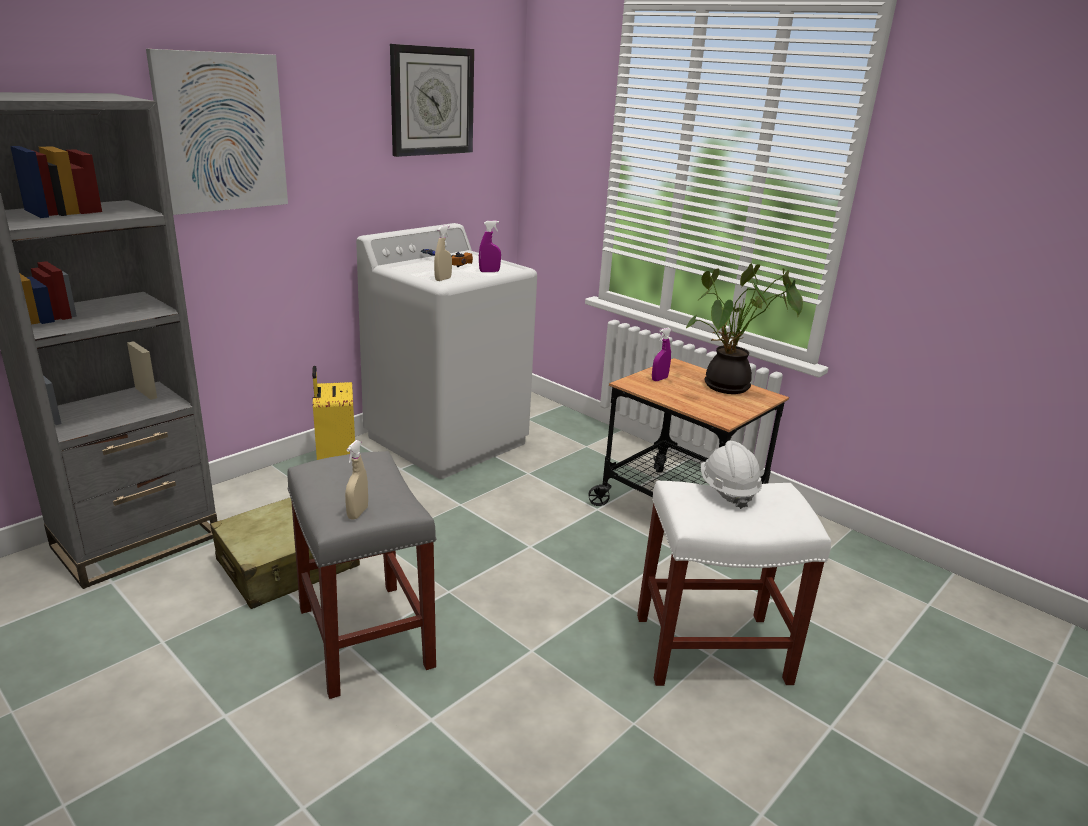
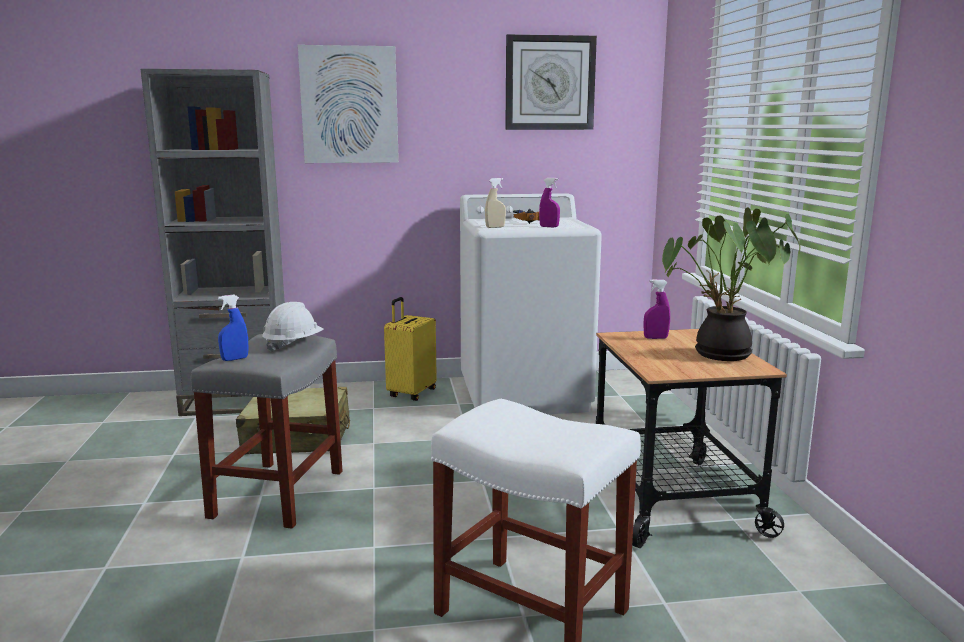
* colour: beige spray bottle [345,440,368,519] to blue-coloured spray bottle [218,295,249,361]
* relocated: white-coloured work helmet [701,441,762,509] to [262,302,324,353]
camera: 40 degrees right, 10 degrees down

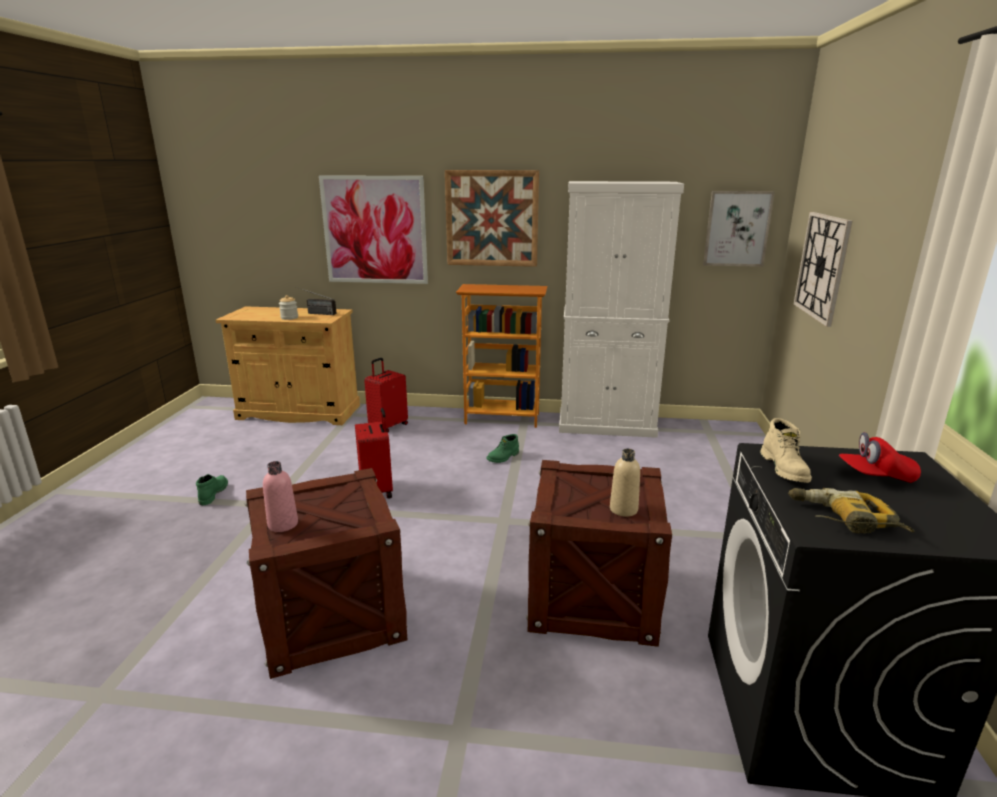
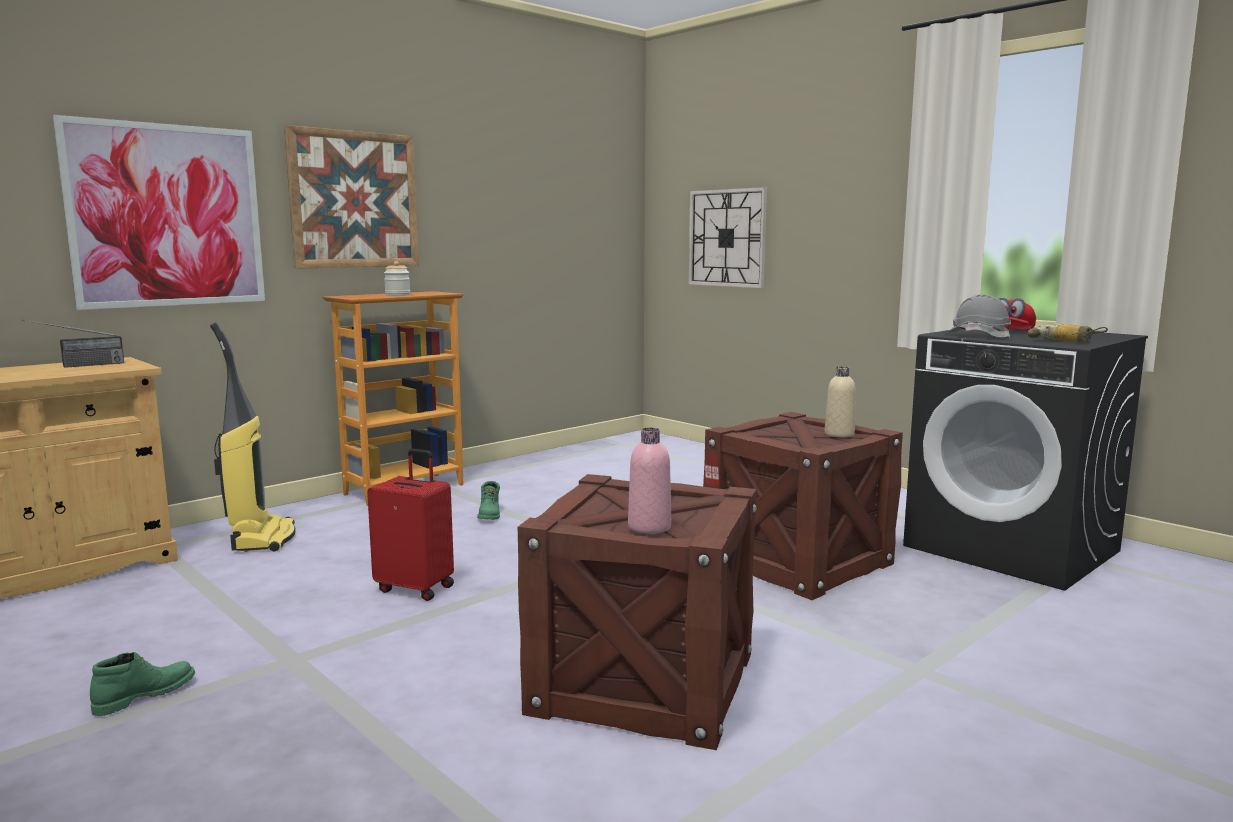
* spun: green high-top boot [196,474,228,505] = [90,652,195,716] 90 degrees clockwise
* relocated: preserve jar [279,295,298,320] to [384,261,410,296]
* exchanged: red-coloured piece of luggage [364,358,408,432] to hoover [210,322,296,552]
* missing: white-coloured cabinet [559,181,684,438]
* missing: picture [703,191,775,267]
* exchanged: beige high-top boot [760,418,812,483] to greyish work helmet [945,294,1012,339]
camera: 50 degrees left, 10 degrees down

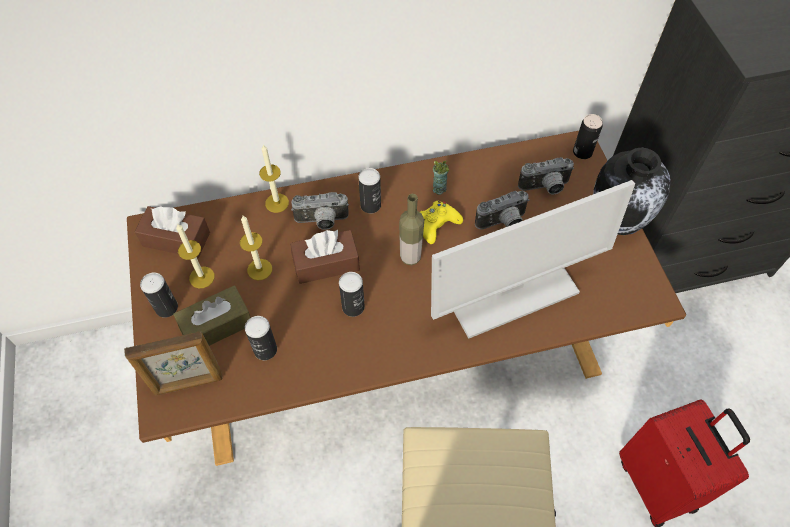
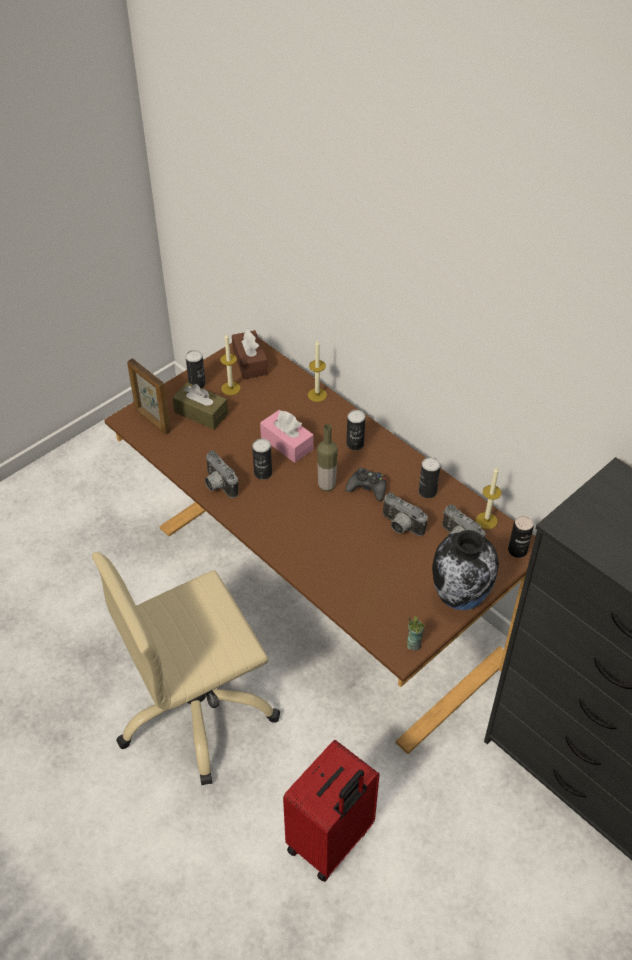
* relocated: wax light [240,216,272,281] to [476,467,502,529]
* relocated: sealed can [245,316,277,360] to [419,457,441,498]
* colour: brownish tissue box [290,230,360,284] to pink-coloured tissue box [260,410,314,463]
* relocated: still camera [291,192,349,230] to [205,451,238,498]
* colour: yellow-coloured gamepad [420,201,463,244] to blackish gamepad [345,467,386,501]
* missing: computer display [431,180,635,339]
* relocated: small cup [433,161,449,195] to [407,616,425,651]
camera: 60 degrees right, 10 degrees down

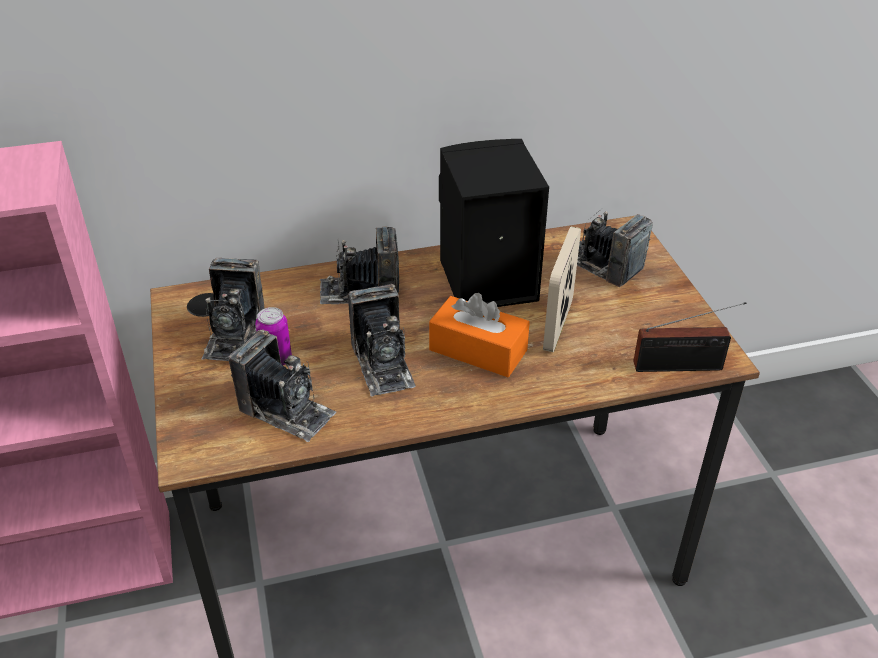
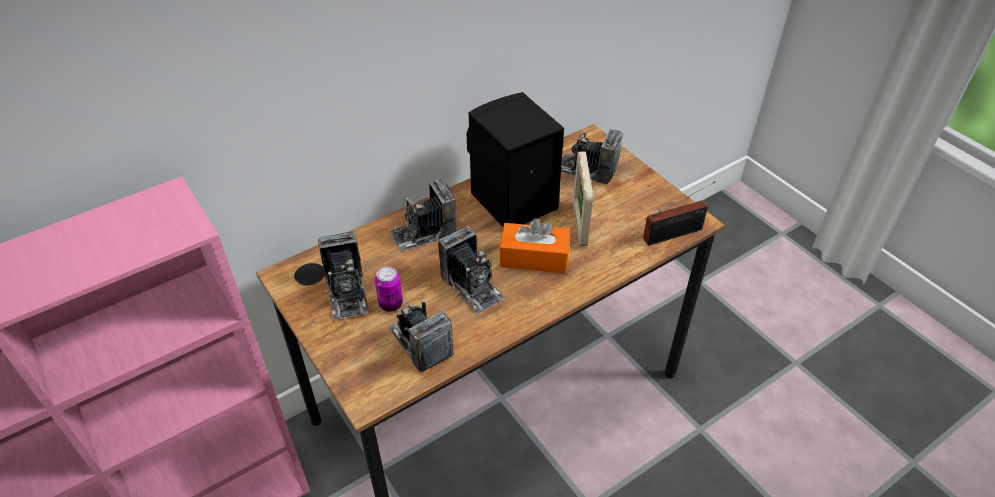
* spun: still camera [228,329,336,442] = [388,296,454,373] 135 degrees counterclockwise
camera: 20 degrees left, 5 degrees up

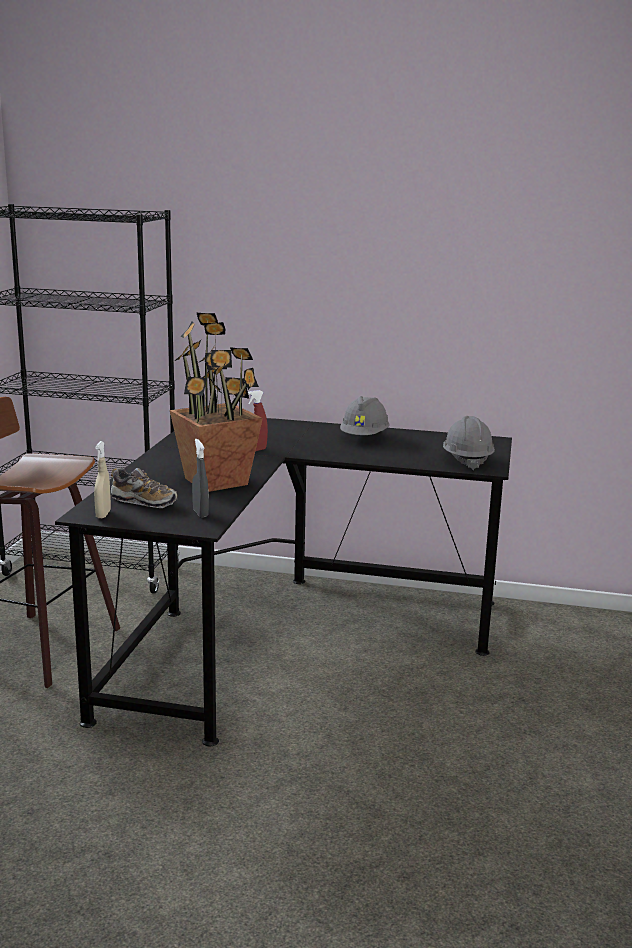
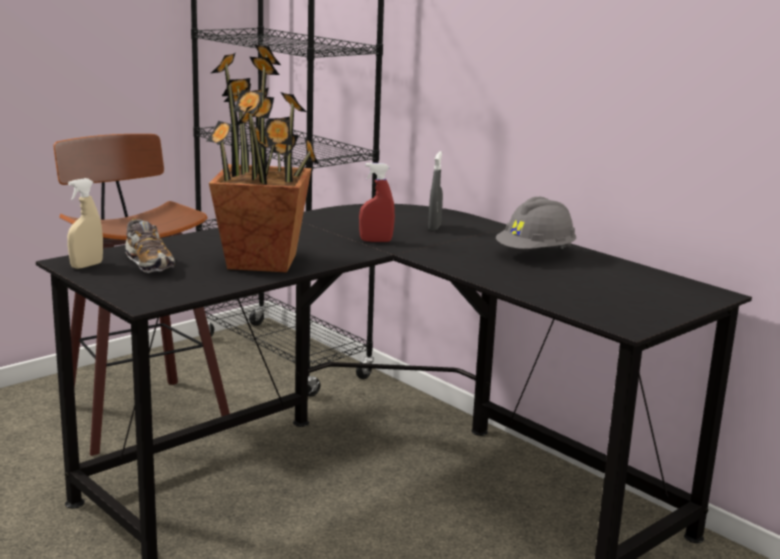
* relocated: greyish spray bottle [192,439,209,518] to [428,151,443,231]
* missing: greyish work helmet [443,416,495,470]
camera: 35 degrees right, 0 degrees up

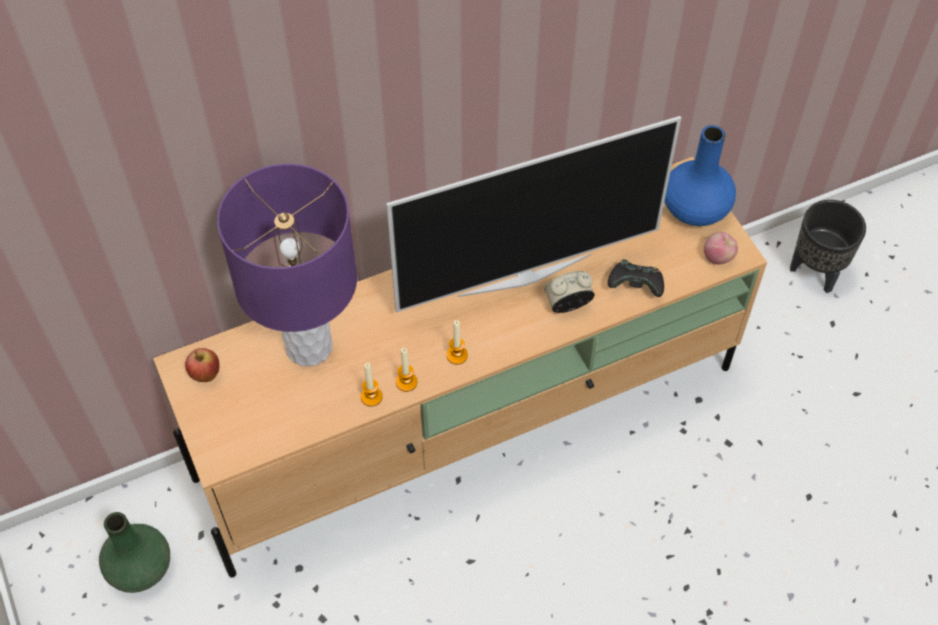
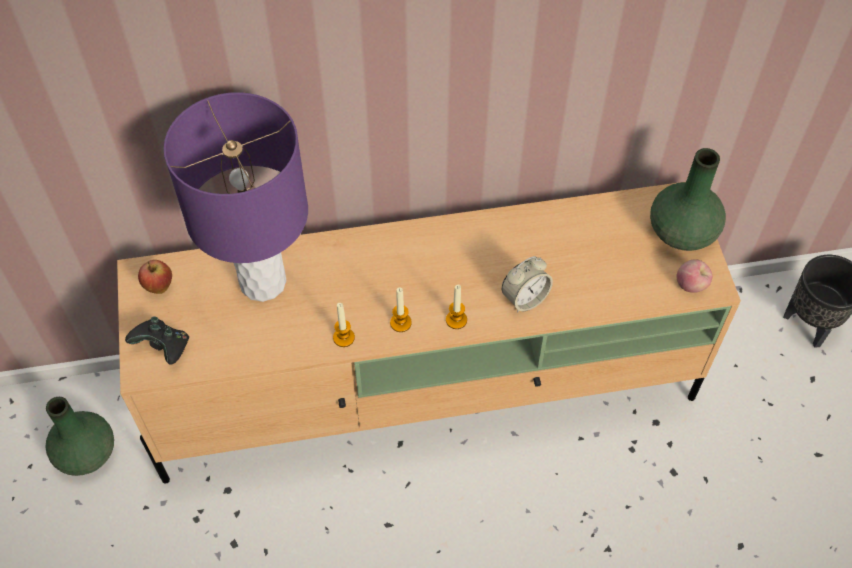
* relocated: wax light [361,363,382,407] to [446,285,467,329]
* missing: TV set [386,116,681,313]
* spun: table clock [544,271,595,313] = [502,256,553,313] 150 degrees clockwise
* relocated: blackish gamepad [608,259,664,297] to [125,317,189,365]
* colour: blue-coloured flower vase [665,125,736,226] to green flower vase [650,148,726,251]
camera: 15 degrees right, 0 degrees up

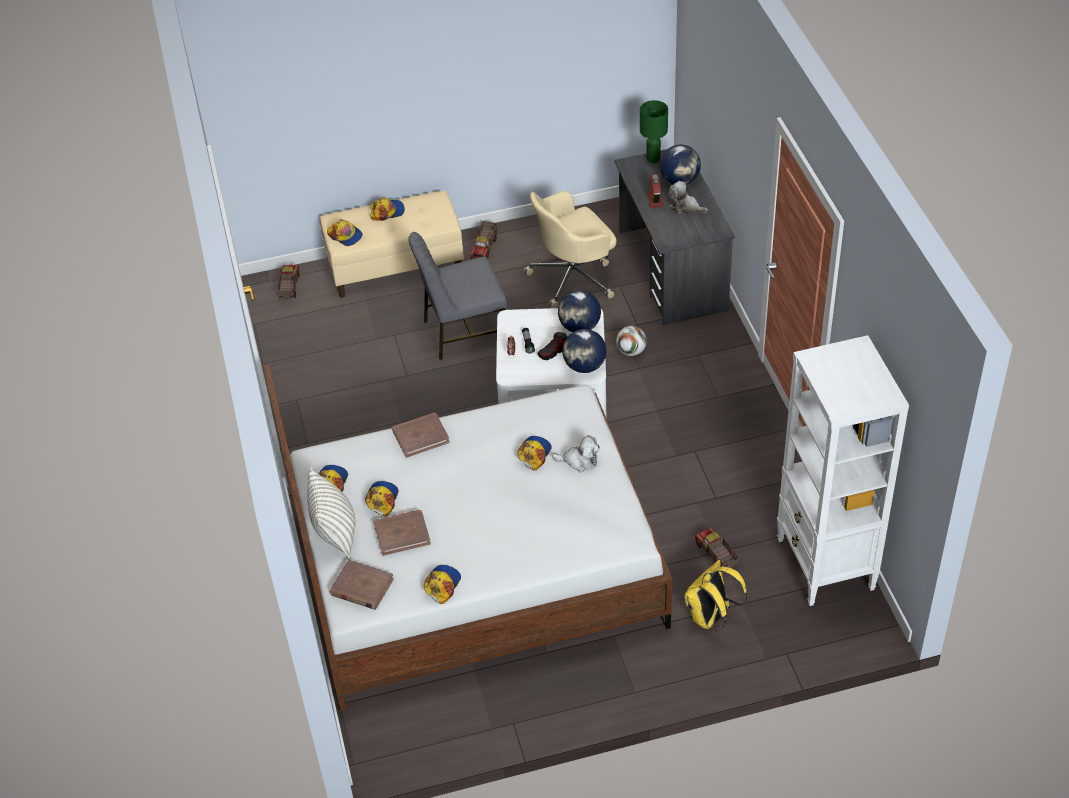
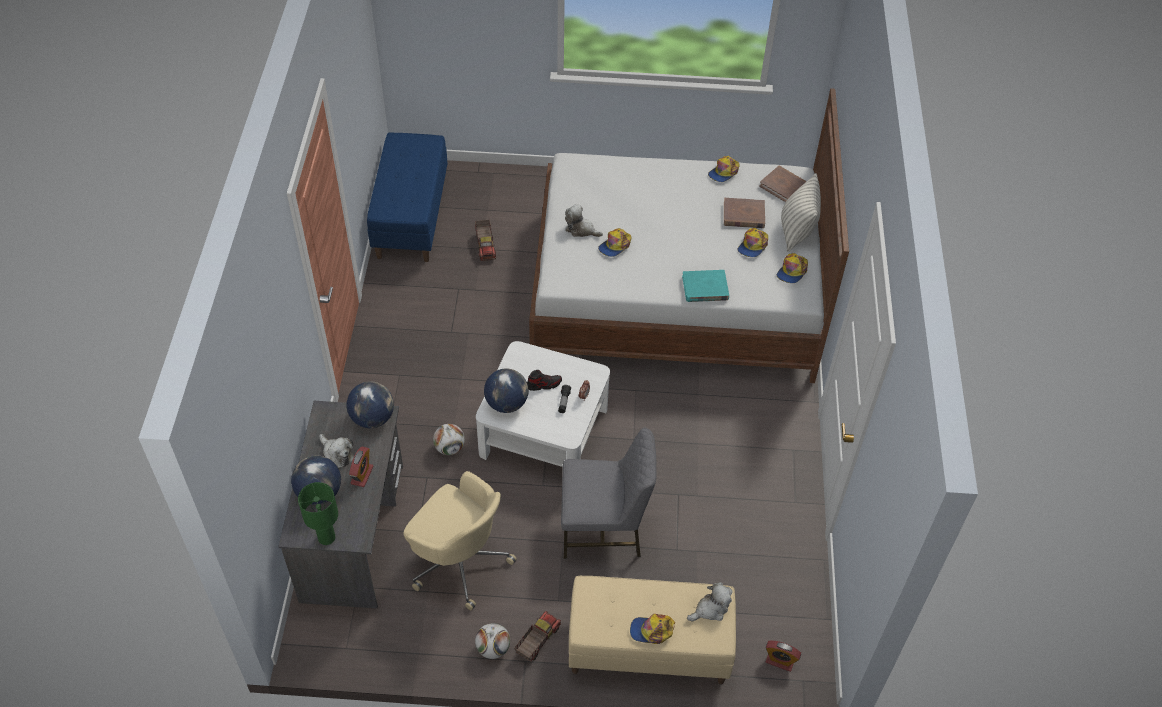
* exchanged: toy truck [277,264,299,298] to table clock [766,641,801,672]
* exchanged: baseball cap [327,219,363,246] to cuddly toy [687,582,733,622]
* colour: brownish book [392,413,450,458] to turquoise-coloured book [682,270,729,302]
* spun: beige office chair [524,191,617,308] = [403,471,517,610] 45 degrees clockwise
* relocated: world globe [562,329,607,373] to [347,381,394,428]
* missing: yellow-coloured rucksack [684,560,747,631]
* exchanged: white-coloured shelving unit [777,335,909,606] to blue-coloured bench [367,132,448,262]
* appeared: football ball [475,623,510,659]
camera: 165 degrees left, 5 degrees up

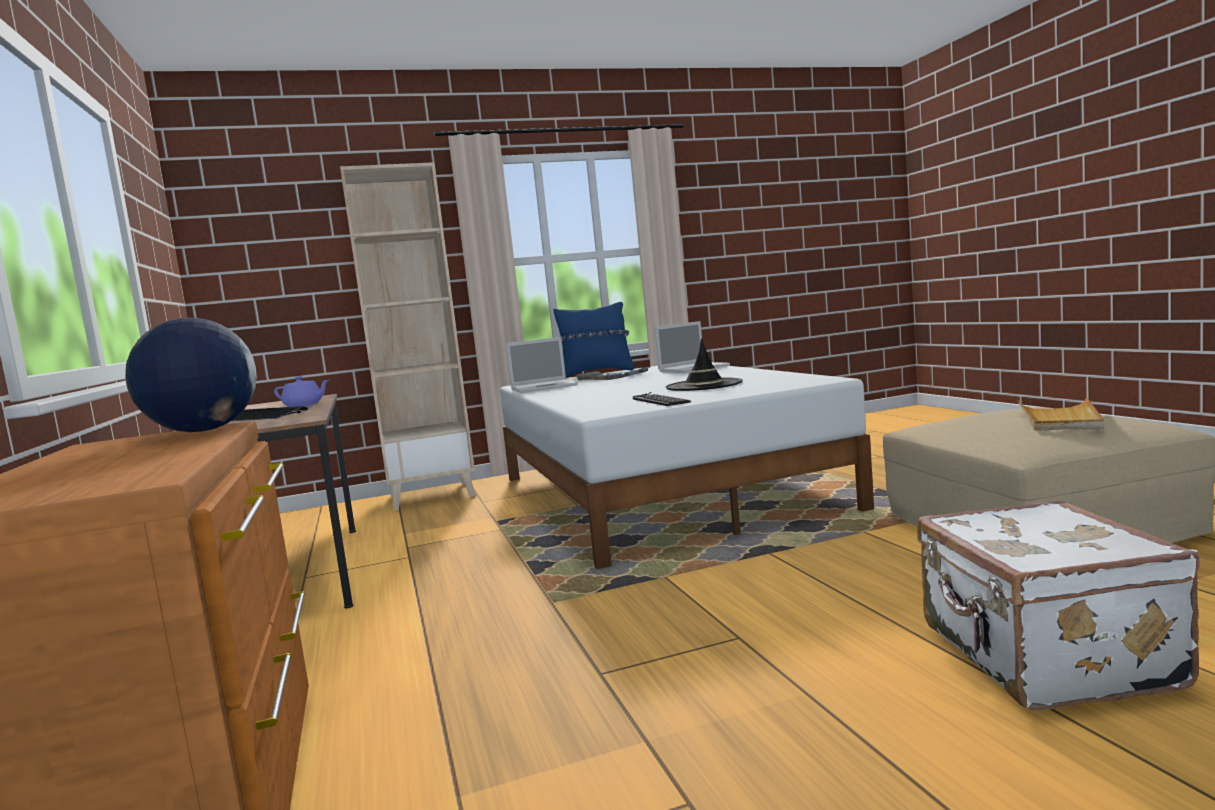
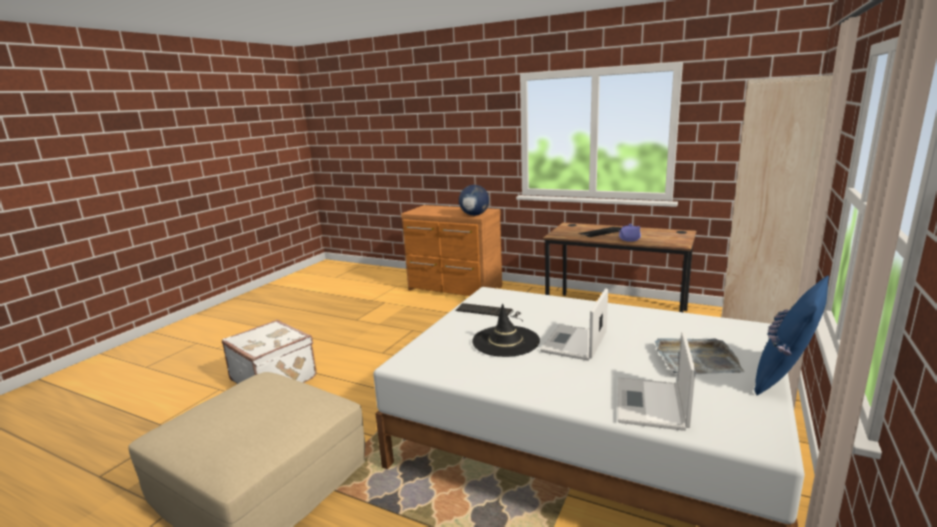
* relocated: notebook computer [506,337,578,393] to [540,288,608,361]
* missing: beige tray [1017,398,1104,431]
camera: 135 degrees right, 10 degrees up

